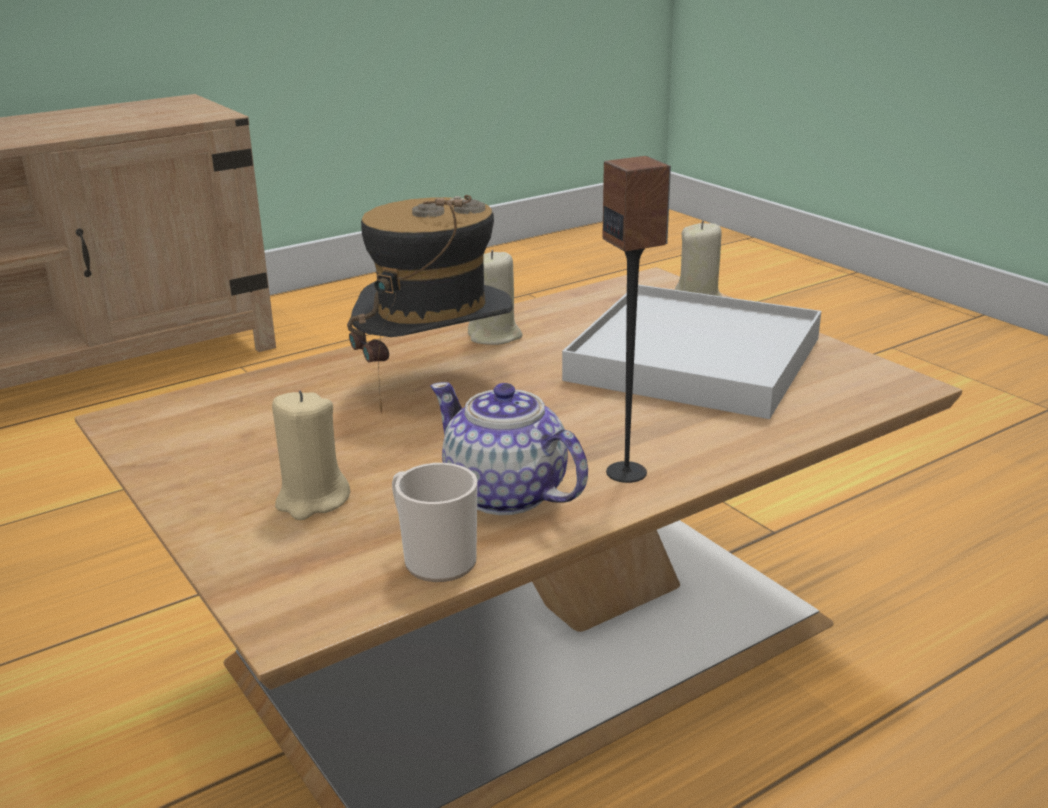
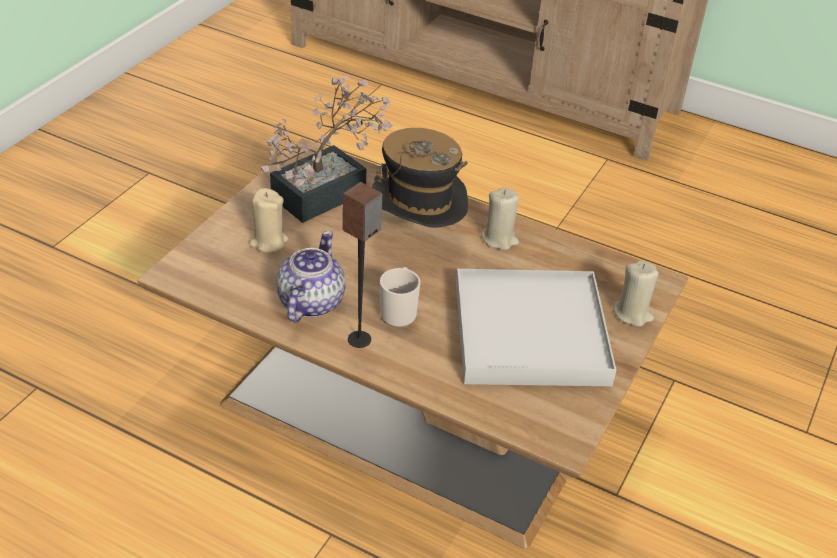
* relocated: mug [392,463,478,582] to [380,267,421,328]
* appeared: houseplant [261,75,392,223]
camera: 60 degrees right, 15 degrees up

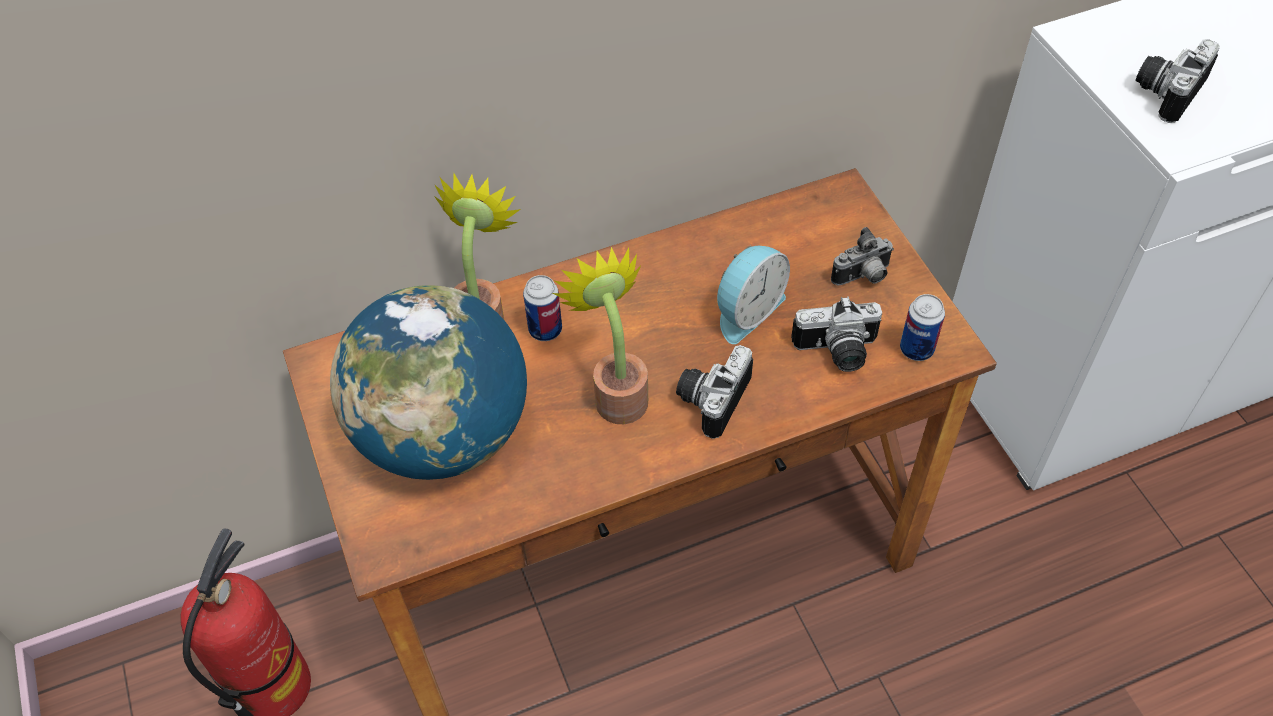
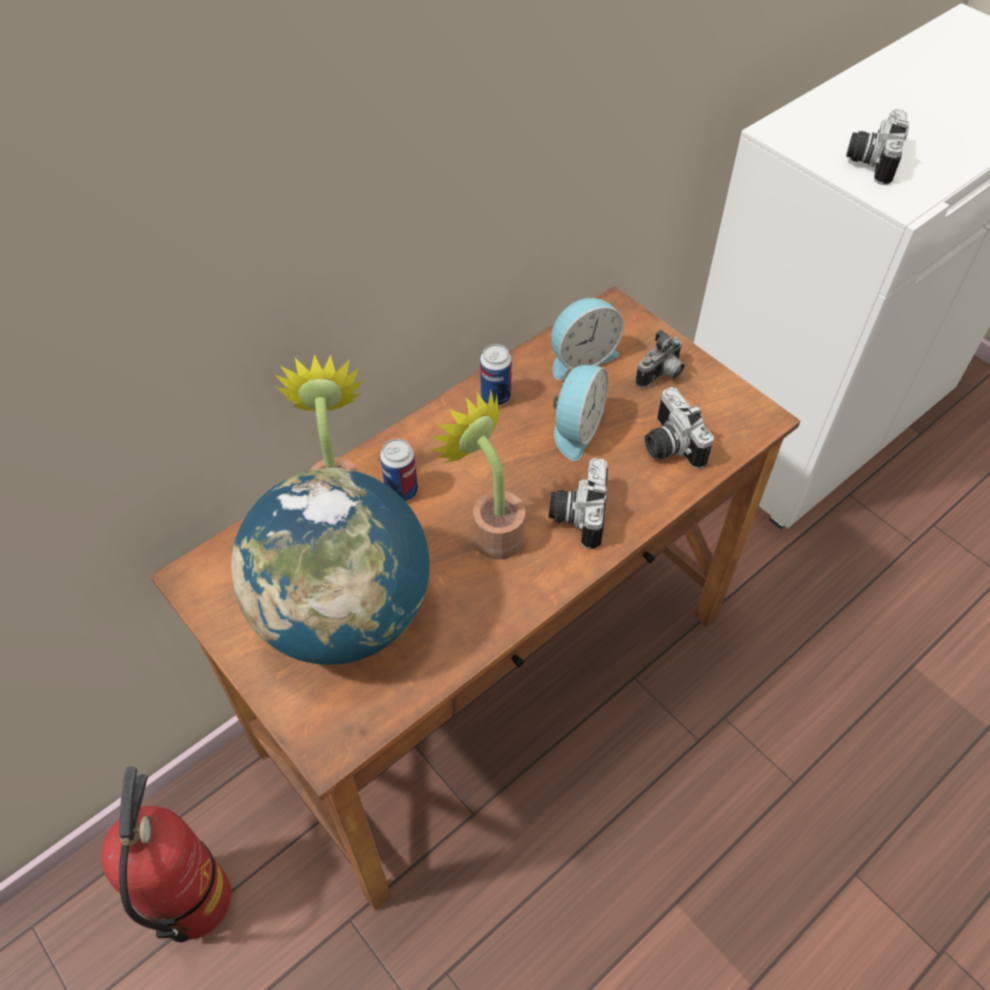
* spun: still camera [791,296,882,372] = [645,387,714,469] 90 degrees clockwise
* relocated: sealed can [900,294,945,361] to [480,344,512,406]
* appeared: table clock [551,298,624,380]
camera: 20 degrees left, 0 degrees up

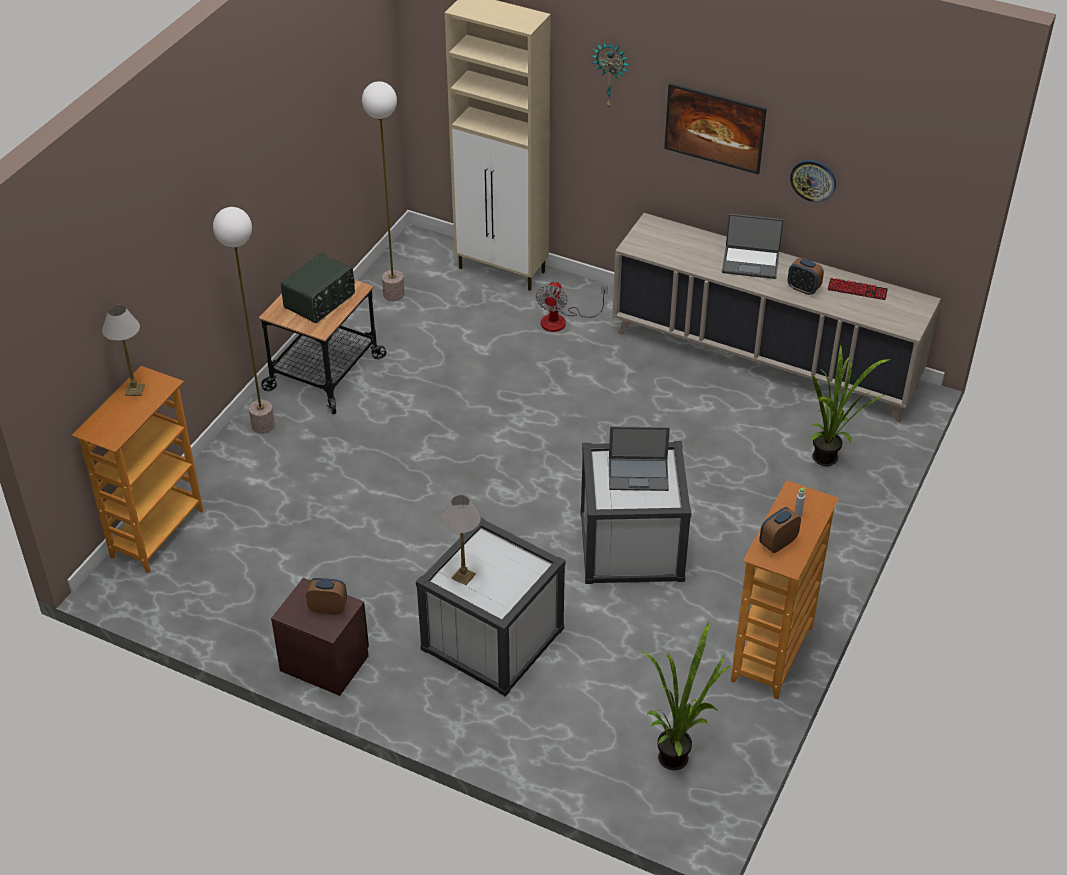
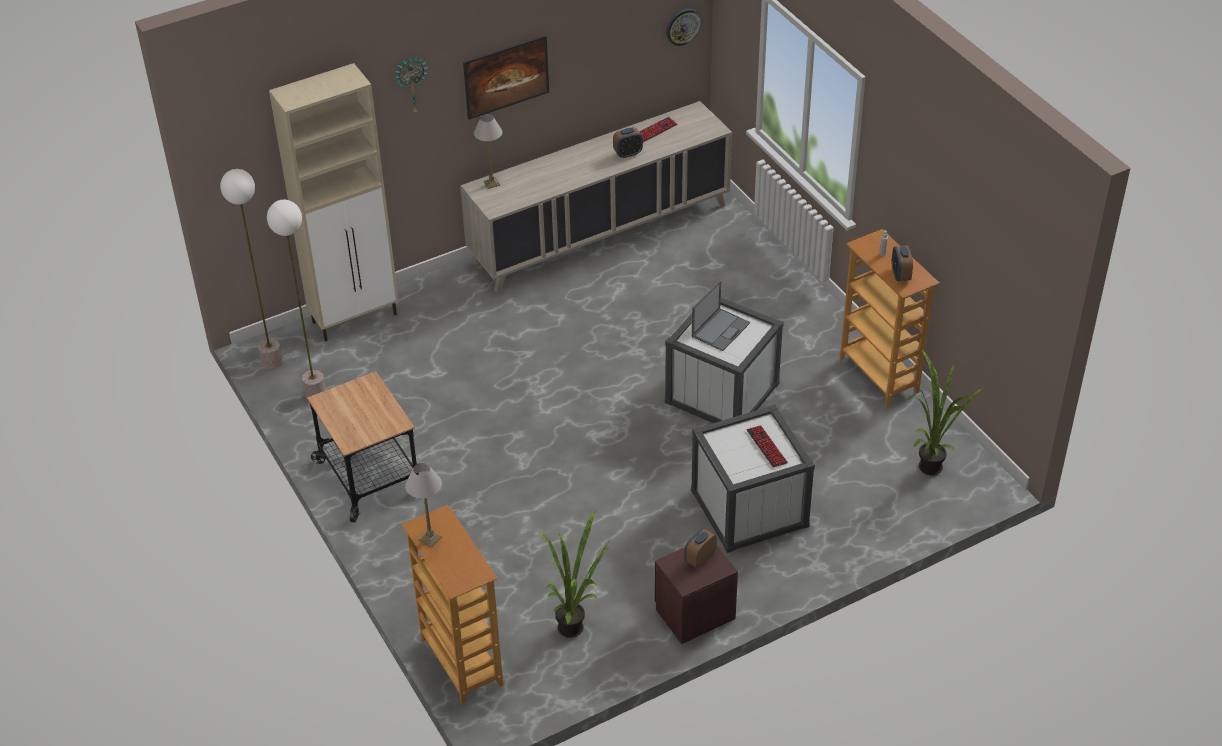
* relocated: standing lamp [213,207,275,434] to [220,169,283,369]
* missing: radio [281,253,355,323]
* relocated: table lamp [442,495,481,585] to [474,114,502,189]
* missing: electric fan [536,281,608,332]
* missing: notebook computer [722,214,784,279]
* relocated: hanging clock [790,160,836,202] to [666,9,702,46]
* relocated: houseplant [810,345,890,466] to [537,509,610,638]
* appeared: computer keyboard [746,425,788,468]
camera: 55 degrees left, 0 degrees up

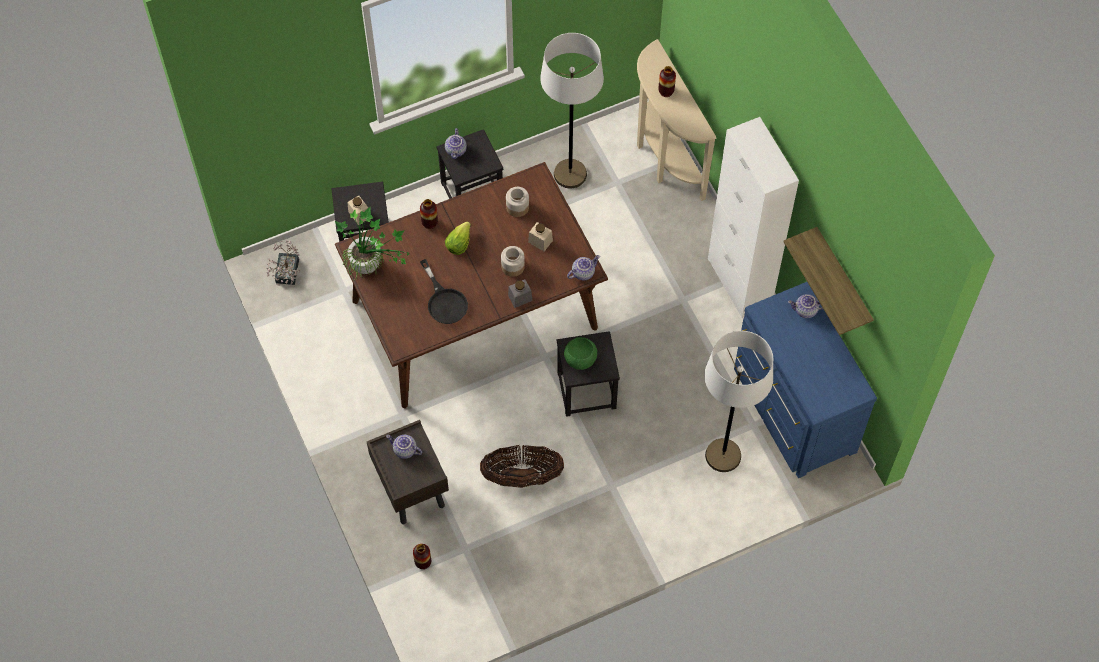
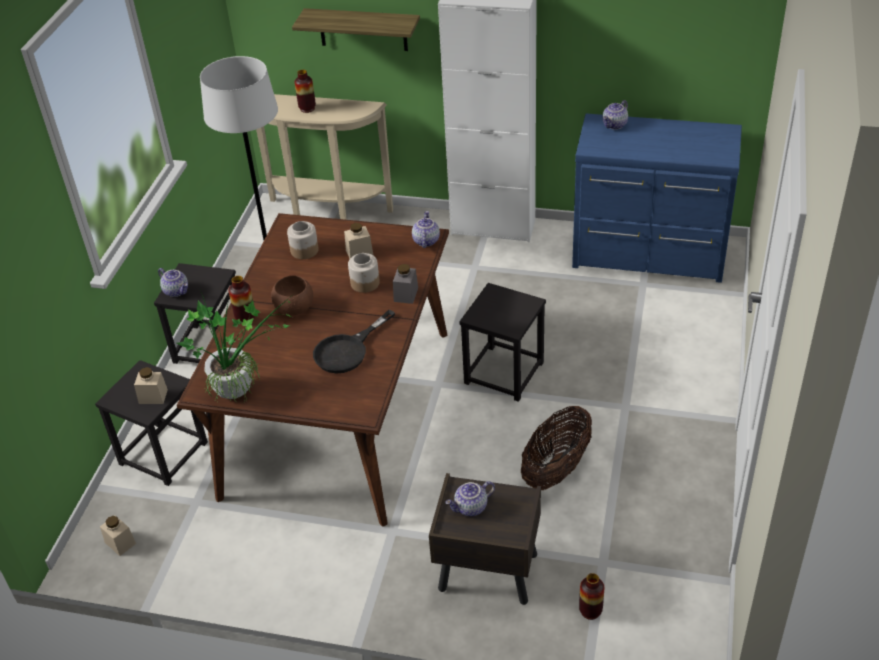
* exchanged: houseplant [266,240,301,285] to beige preserve jar [100,516,136,556]
* spun: blackish skillet [420,259,468,324] = [313,310,395,374] 120 degrees clockwise
* exchanged: lettuce [445,222,471,255] to brownish bowl [271,275,313,315]
* missing: green bowl [564,337,597,370]
* missing: white-coloured standing lamp [704,331,773,472]
* relocated: shelf [784,227,874,335] to [292,8,420,51]
camera: 50 degrees left, 20 degrees down

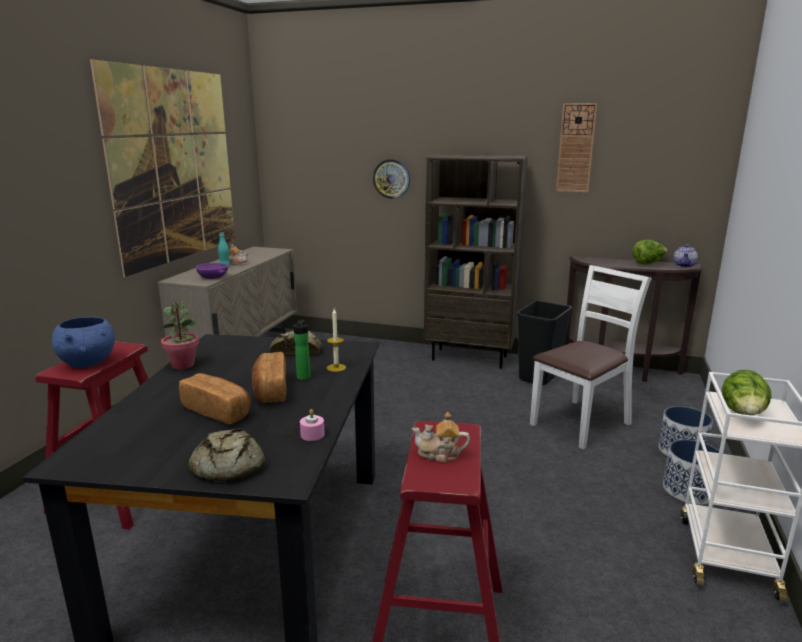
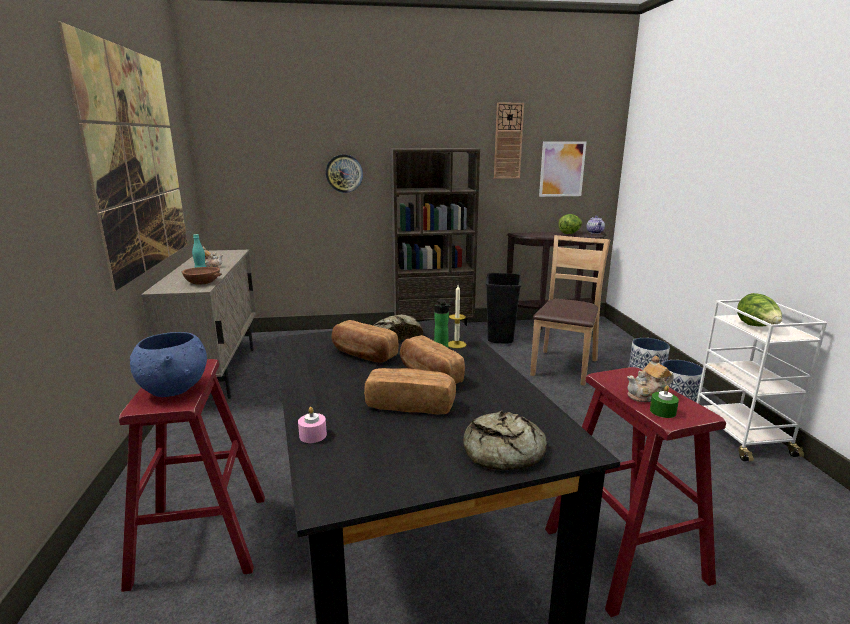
* missing: houseplant [161,301,199,370]
* colour: purple-coloured bowl [195,263,228,279] to brownish bowl [181,267,222,285]
* relocated: pink-coloured wax light [300,409,325,441] to [298,407,327,443]
* colour: white-coloured plain chair [530,265,652,449] to brownish plain chair [530,235,610,386]
* appeared: baked bread [331,320,399,363]
* appeared: picture [539,141,587,197]
* appeared: green wax light [650,385,679,418]
camera: 25 degrees left, 0 degrees up

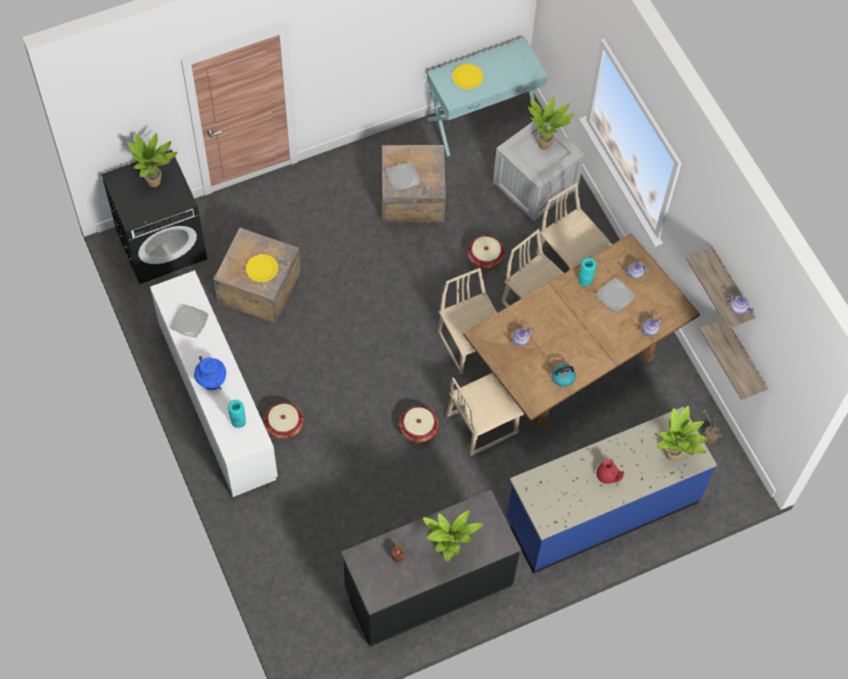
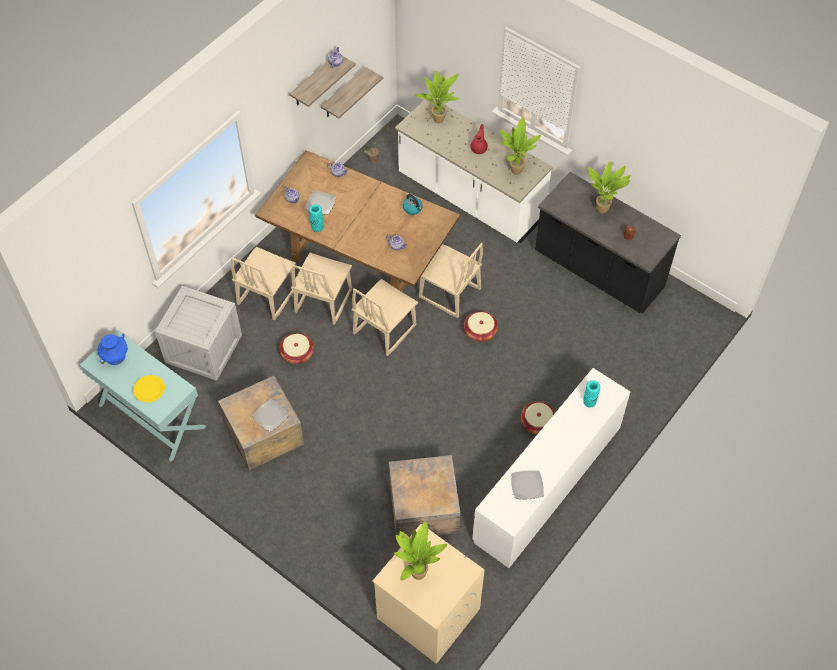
* colour: blackish laundry appliance [101,149,207,284] to beige laundry appliance [373,524,485,664]
* relocated: blue-coloured flower vase [194,356,226,390] to [97,334,128,365]
* missing: yellow-coloured plate [246,254,278,282]
* colour: blue-coloured counter [507,407,717,574] to white-coloured counter [395,99,553,243]
* relocated: houseplant [528,96,575,150] to [500,117,541,175]
camera: 115 degrees left, 5 degrees down

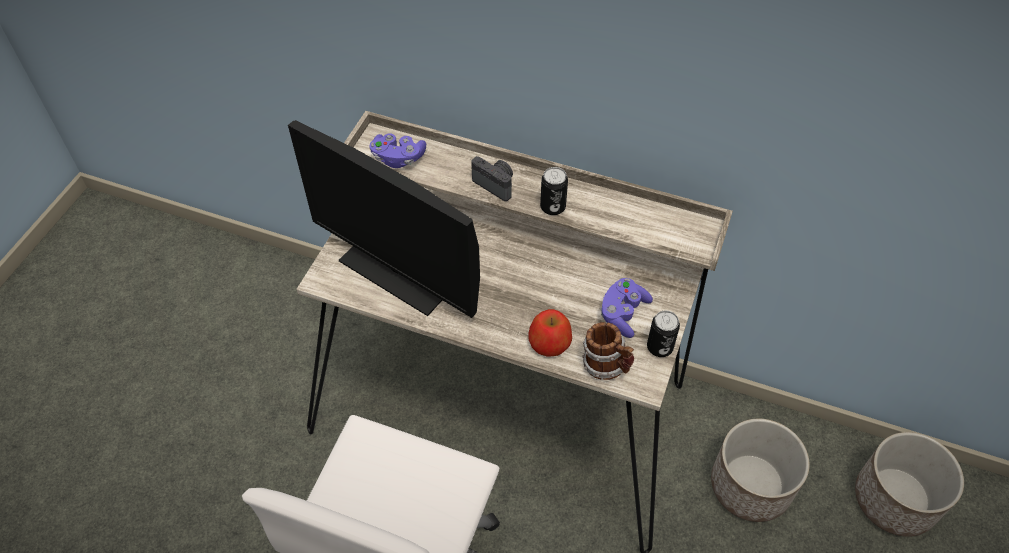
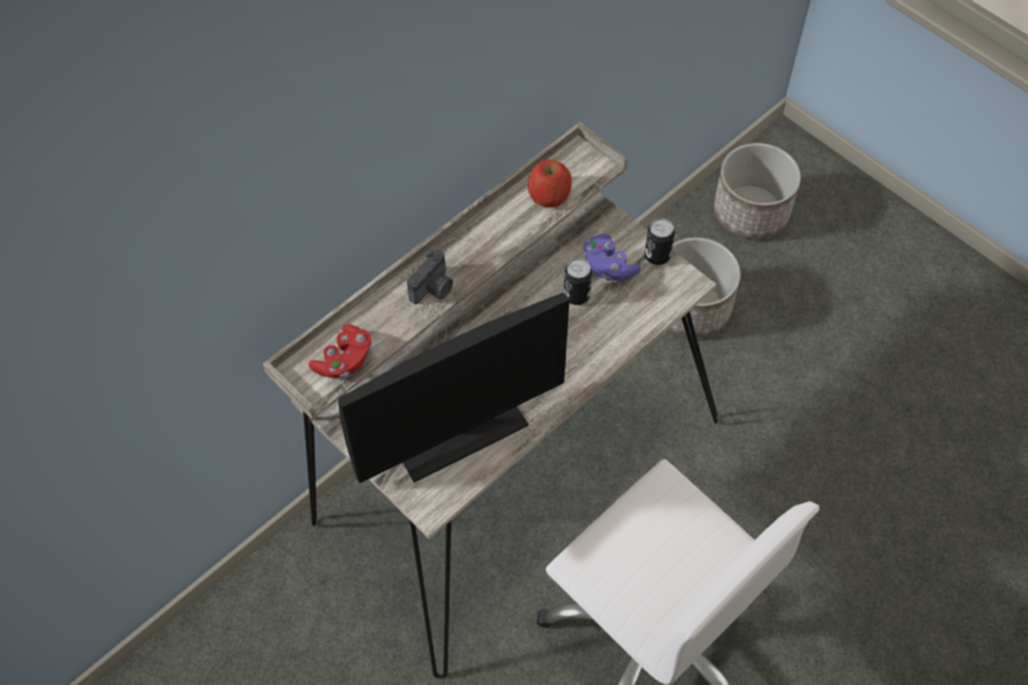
* colour: purple-coloured gamepad [369,133,426,168] to red-coloured gamepad [309,324,372,379]
* spun: still camera [471,156,513,201] = [407,249,453,304] 150 degrees clockwise
* relocated: whole apple [528,309,572,357] to [528,160,572,207]
* relocated: sealed can [540,167,568,215] to [564,258,592,305]
* missing: mug [582,322,634,380]
camera: 65 degrees left, 5 degrees up

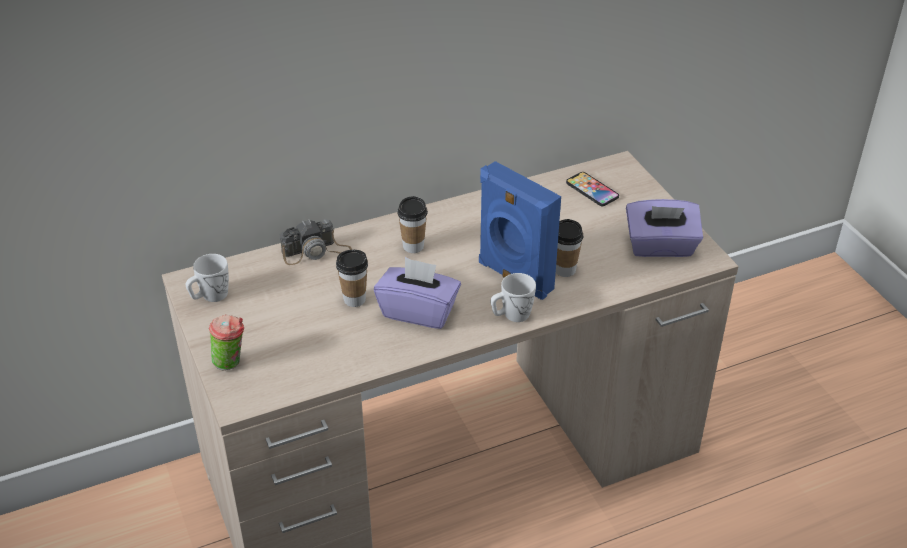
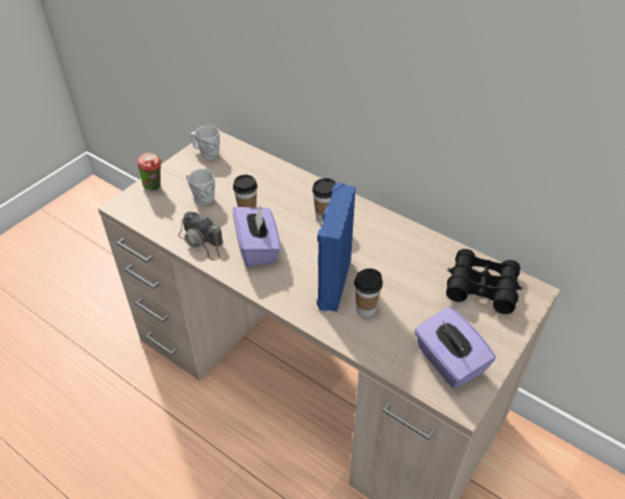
* relocated: still camera [280,219,352,265] to [178,212,223,261]
* relocated: white-coloured mug [491,273,536,322] to [186,169,215,205]
* exchanged: handset [566,172,619,206] to blackish field glasses [446,249,523,314]
camera: 60 degrees right, 5 degrees up

